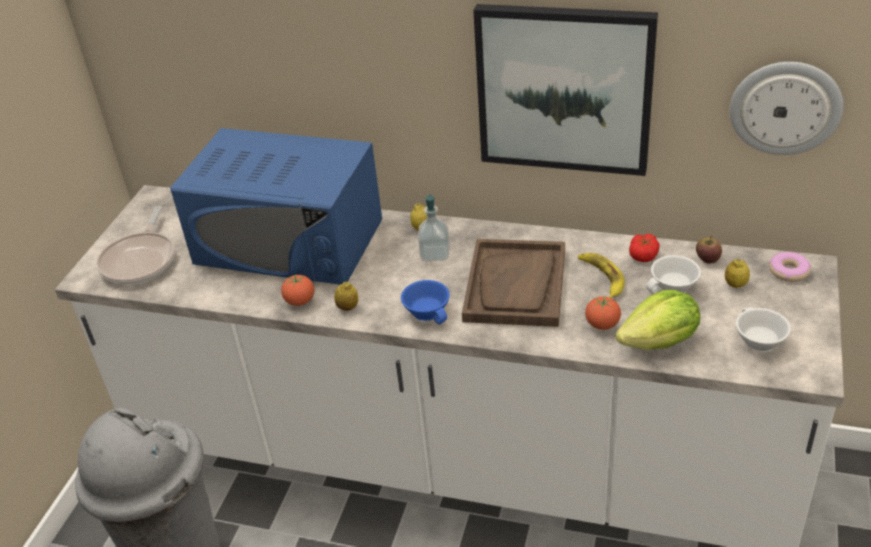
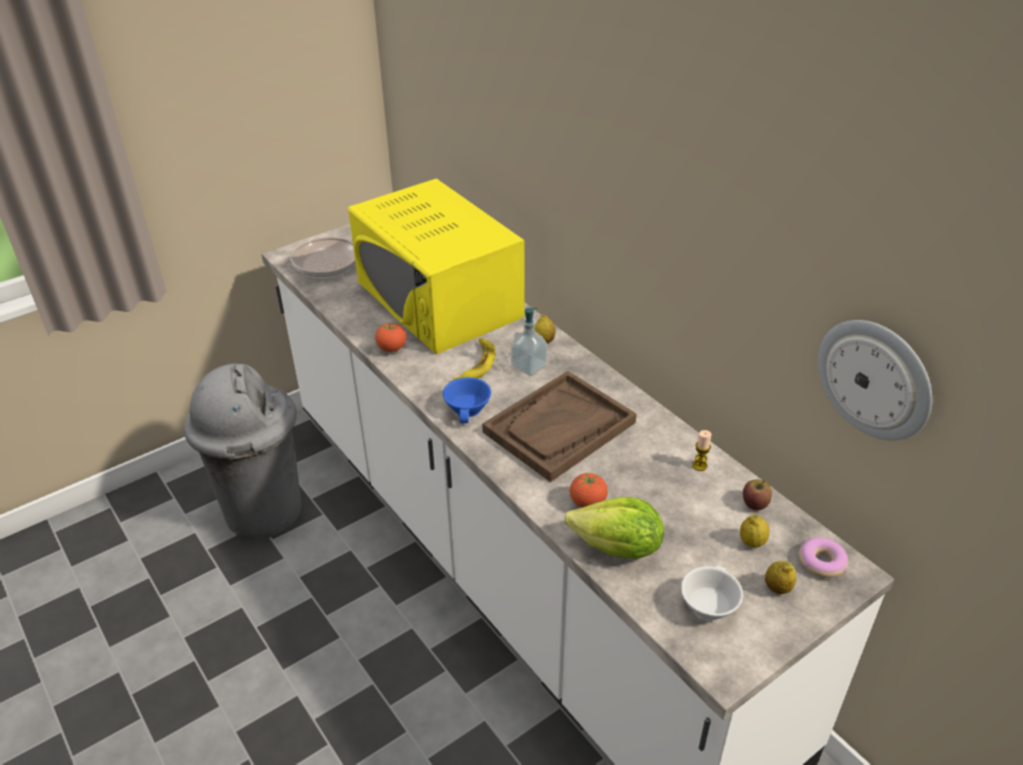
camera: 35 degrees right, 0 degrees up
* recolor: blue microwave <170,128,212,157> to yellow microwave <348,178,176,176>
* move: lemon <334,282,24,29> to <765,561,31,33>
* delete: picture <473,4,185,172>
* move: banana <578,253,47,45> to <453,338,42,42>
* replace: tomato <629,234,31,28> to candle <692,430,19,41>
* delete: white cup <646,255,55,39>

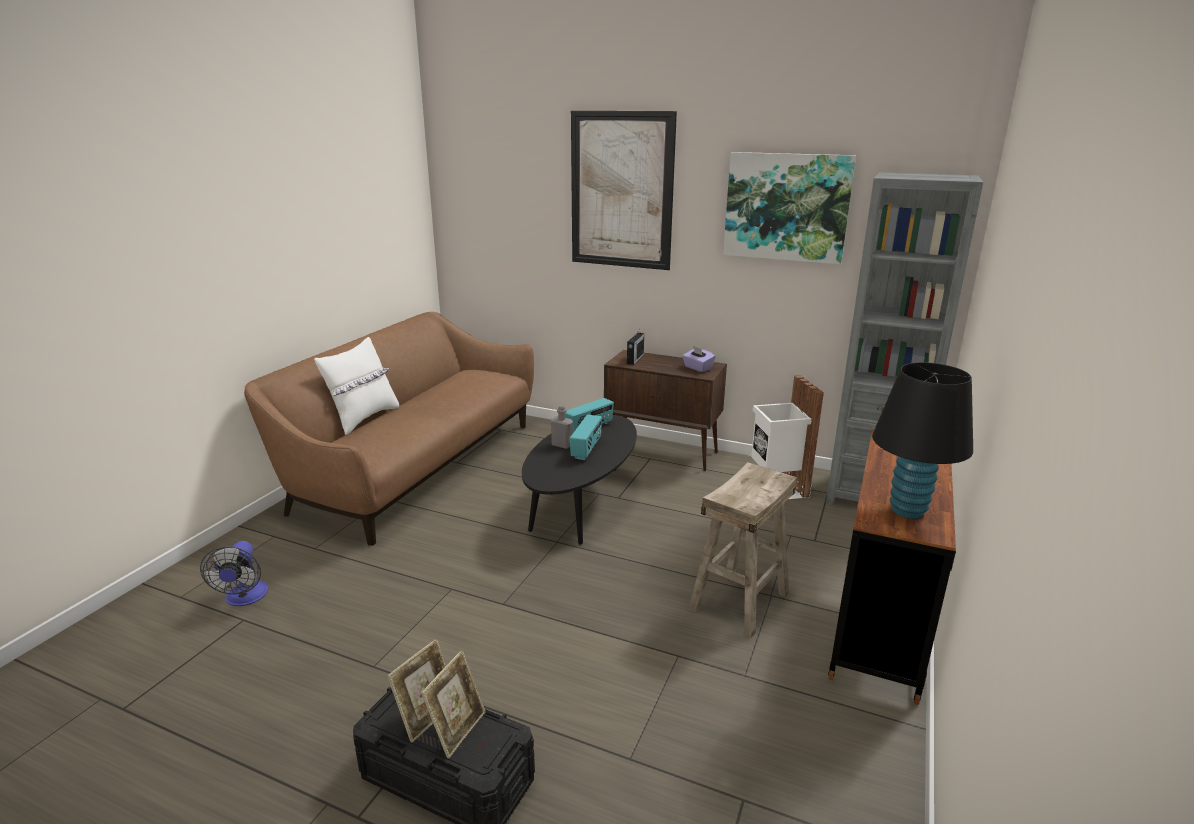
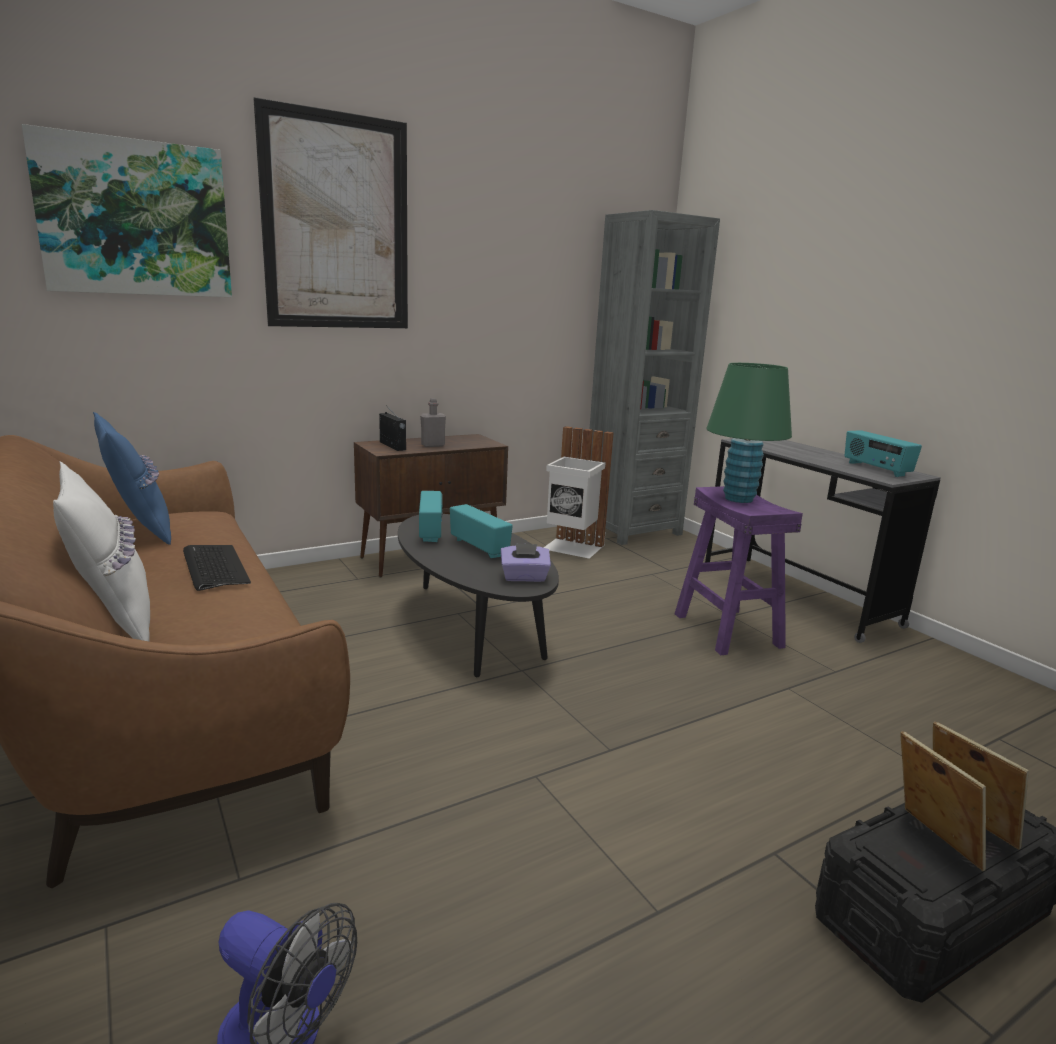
camera: 55 degrees left, 5 degrees down
* move: grey bottle <551,405,22,44> to <420,398,26,49>
* move: purple tissue box <682,346,33,26> to <501,543,50,39>
* recolor: beige stool <689,462,108,176> to purple stool <675,486,128,169>
* move: picture <723,152,133,112> to <21,124,211,173>
* recolor: brown desk <828,429,128,276> to grey desk <705,438,236,205>
* replace: black table lamp <872,362,101,157> to radio <844,430,78,47>
* insert: blue pillow <93,412,78,133>
* insert: keyboard <183,545,68,46>
* insert: green table lamp <706,363,86,140>

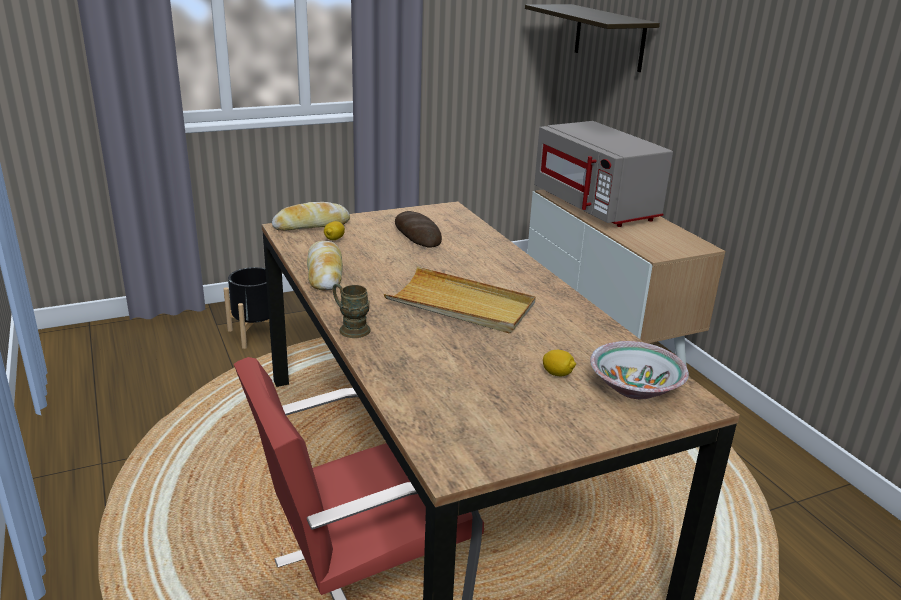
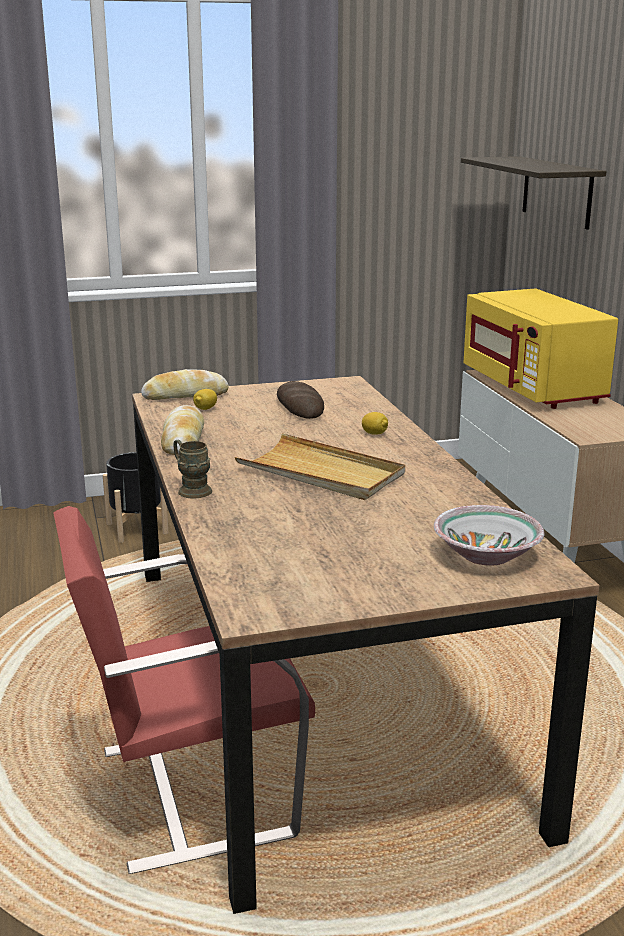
camera: 10 degrees right, 5 degrees down
* recolor: grey microwave <534,121,139,106> to yellow microwave <463,288,155,121>
* move: lemon <543,350,33,26> to <362,412,26,23>

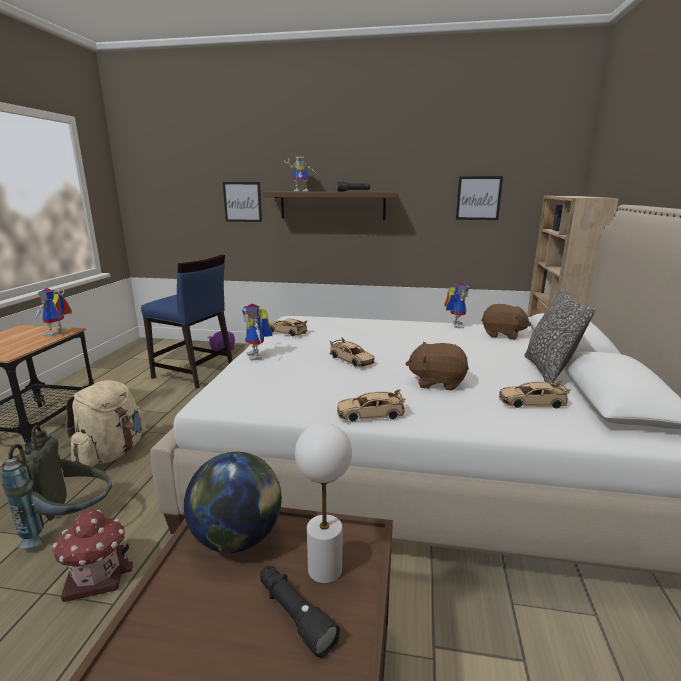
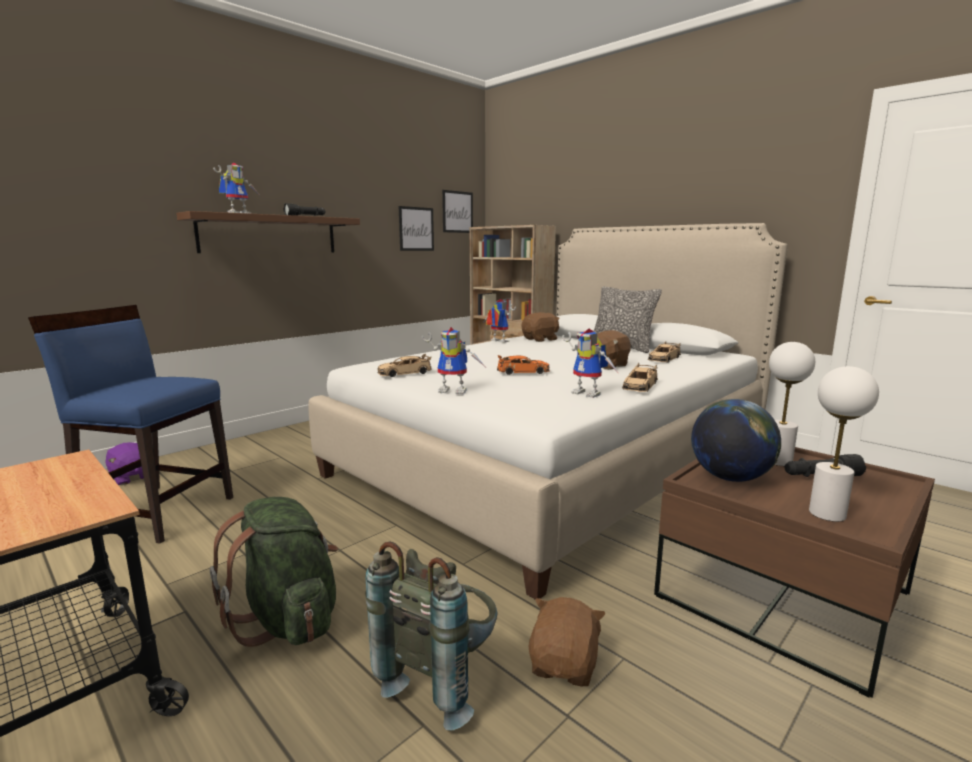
camera: 55 degrees left, 5 degrees down
* move: toy robot <33,288,39,48> to <562,329,57,69>
* replace: toy house <52,509,81,93> to brown plush toy <529,597,77,89>
* recolor: beige backpack <65,380,81,87> to green backpack <210,497,128,150>
* rotate: blue chair <141,255,92,134> = <28,305,205,239> 135 degrees counterclockwise
* move: picture <223,182,39,40> to <442,190,31,43>
* recolor: beige toy car <329,338,46,29> to orange toy car <497,355,53,20>
* insert: white table lamp <809,366,70,156>

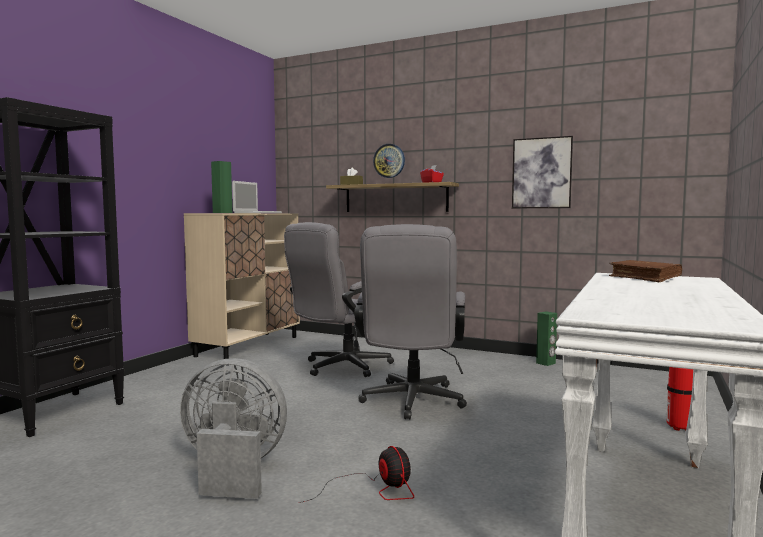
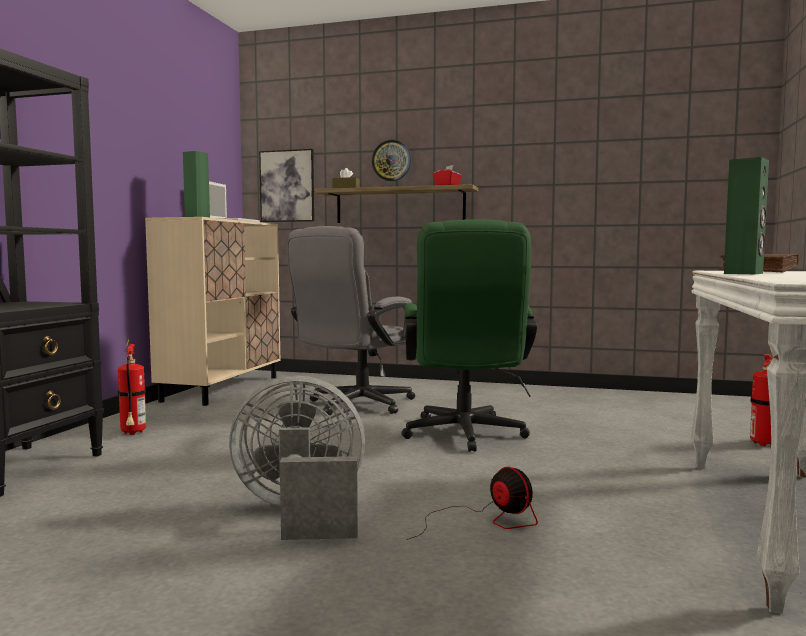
camera: 10 degrees left, 0 degrees up
* recolor: grey office chair <354,224,113,196> to green office chair <401,219,136,233>
* move: picture <512,136,61,72> to <259,149,55,73>
* move: green speaker <536,311,21,55> to <724,157,45,117>
* insert: fire extinguisher <118,339,28,96>

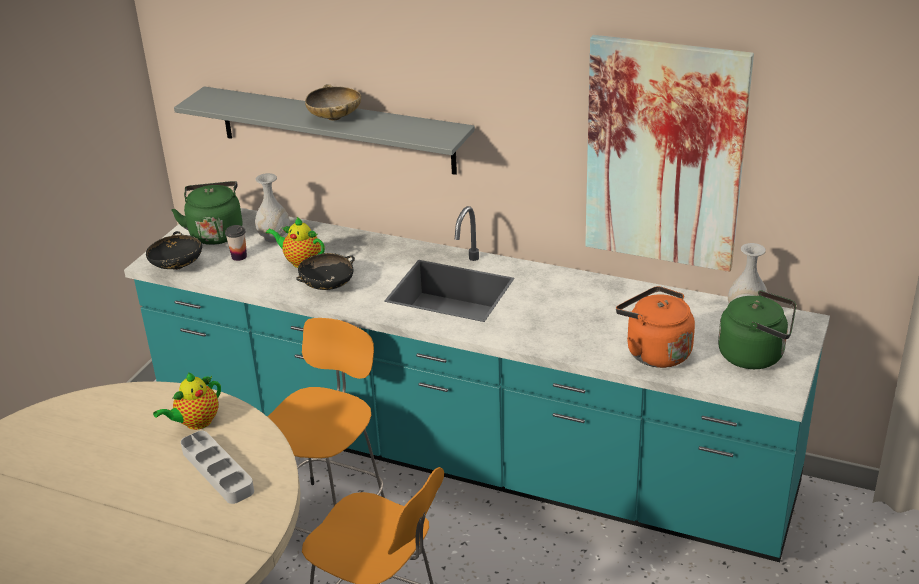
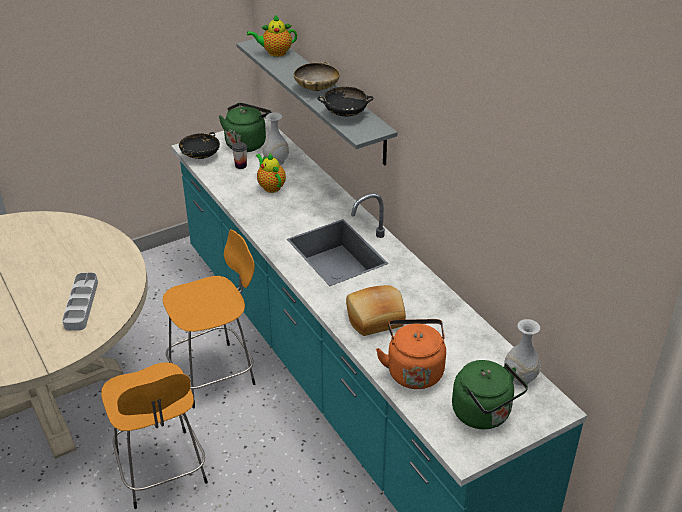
camera: 35 degrees right, 5 degrees up
* move: teapot <153,372,68,58> to <247,15,50,42>
* move: black bowl <296,253,59,37> to <318,87,55,30>
* delete: picture <585,35,169,237>
* insert: bread <346,285,60,51>

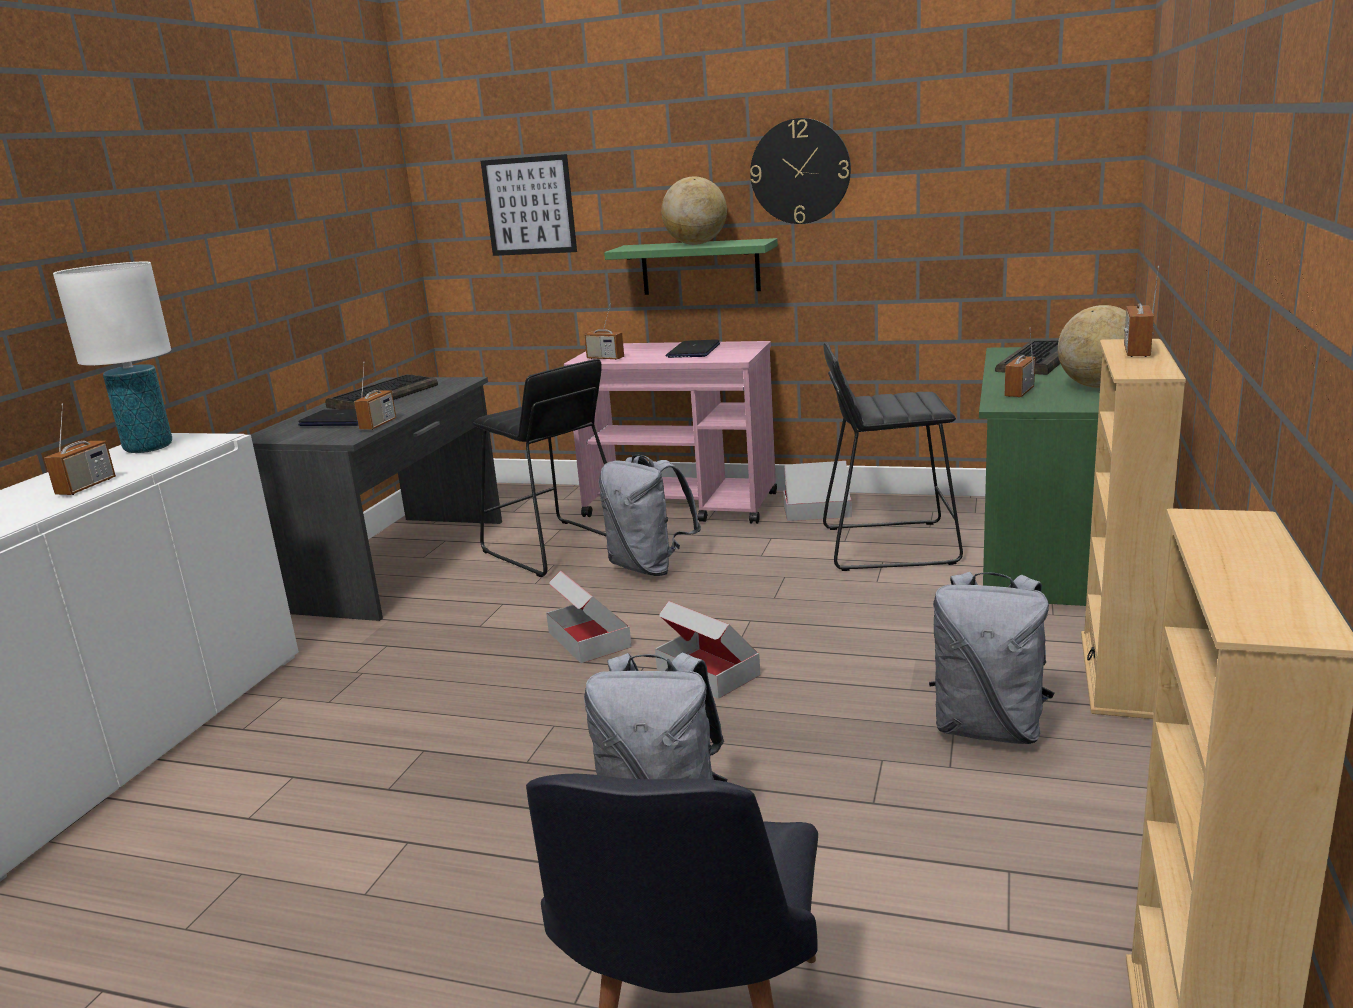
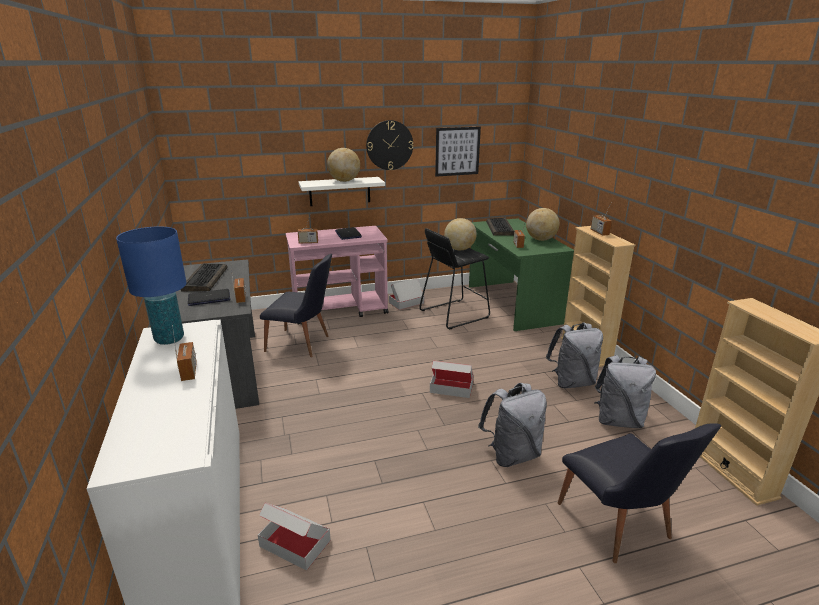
camera: 35 degrees left, 5 degrees up
* recolor: white table lamp <53,262,119,191> to blue table lamp <116,226,70,119>
* replace: black stool <473,359,134,218> to black chair <260,254,72,103>
* move: picture <481,154,96,102> to <435,127,46,50>
* move: cardboard box <546,571,86,92> to <258,502,73,68>
* move: grey backpack <599,455,102,121> to <594,355,62,73>
* recolor: green shelf <604,238,174,57> to white shelf <299,177,86,29>
* insert: globe <444,218,33,32>

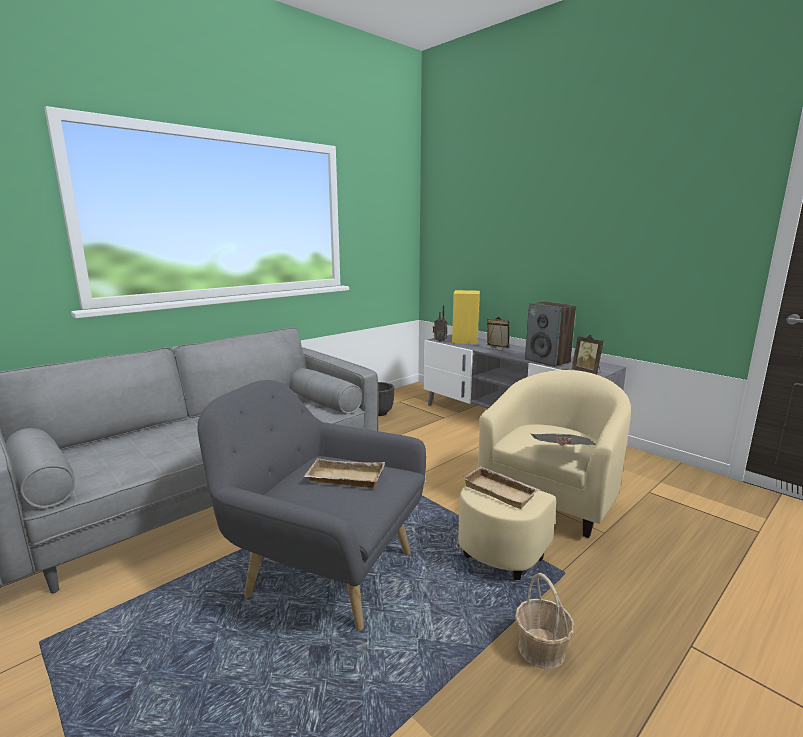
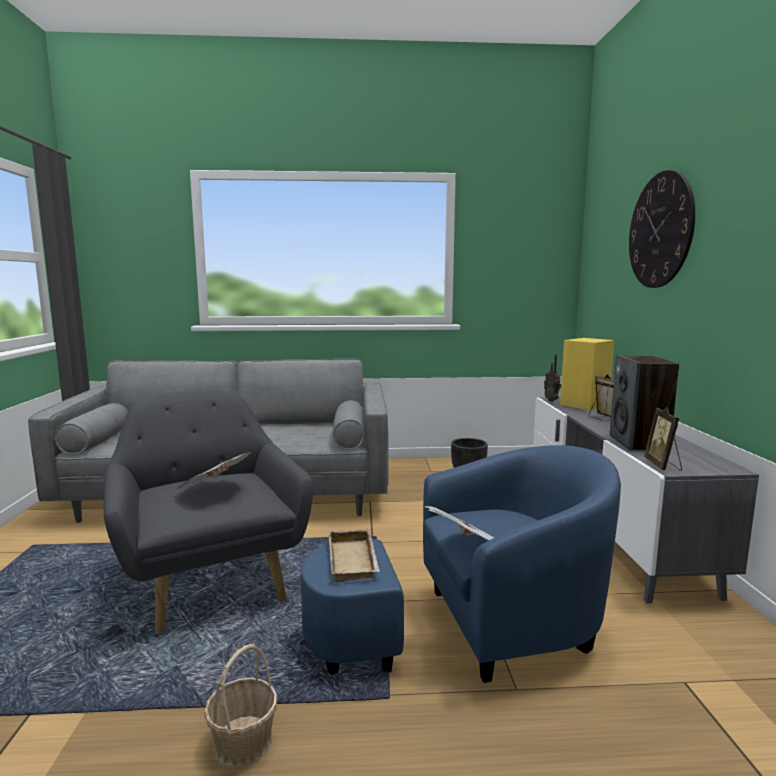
camera: 40 degrees right, 5 degrees down
* replace: beige tray <304,458,81,30> to newspaper <174,452,78,39>
* recolor: beige armchair <458,370,173,210> to blue armchair <301,445,320,238>
* insert: wall clock <629,170,66,118>

